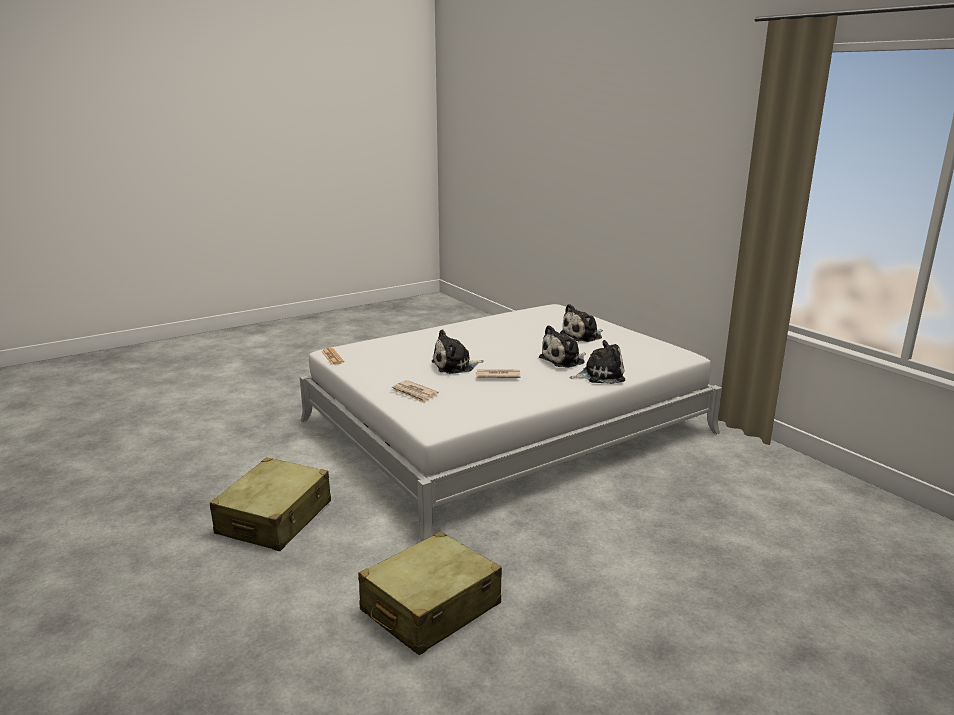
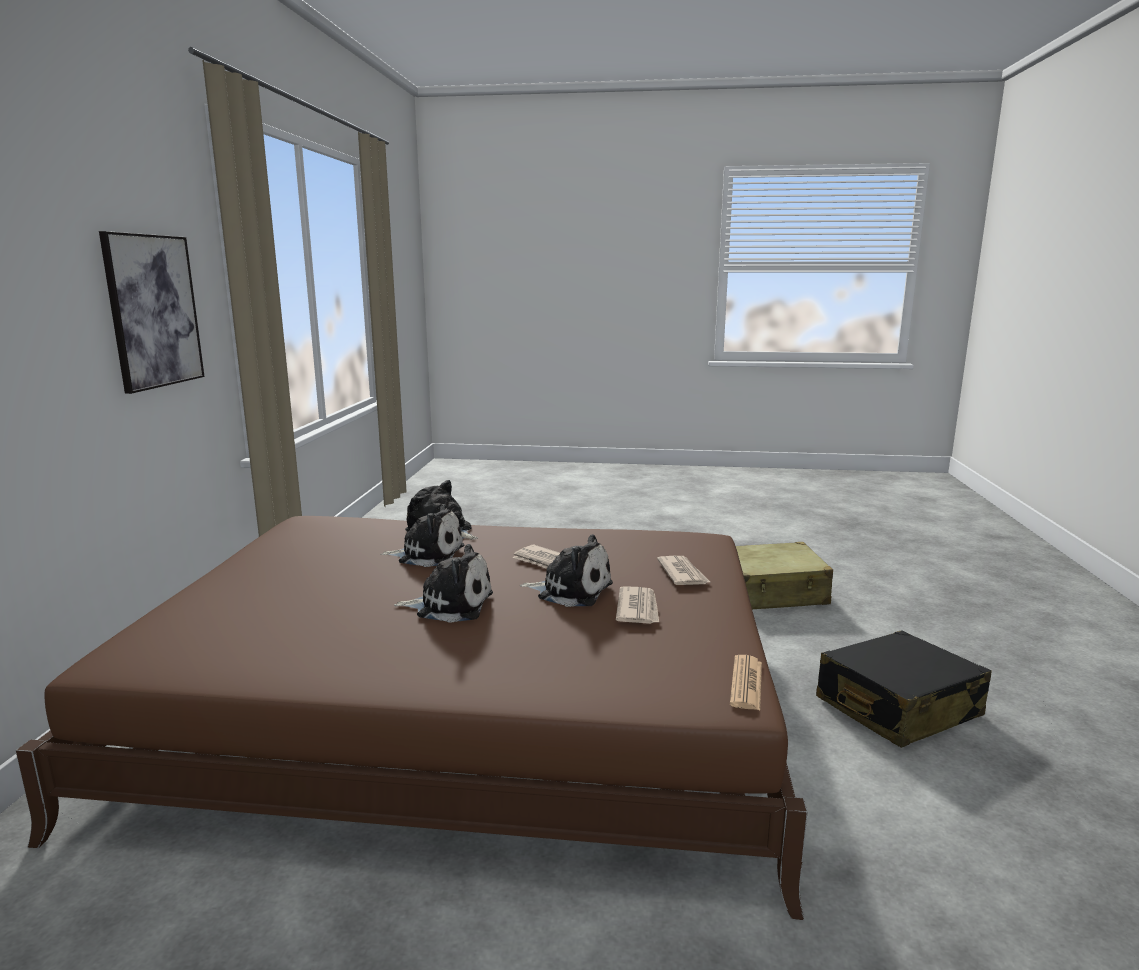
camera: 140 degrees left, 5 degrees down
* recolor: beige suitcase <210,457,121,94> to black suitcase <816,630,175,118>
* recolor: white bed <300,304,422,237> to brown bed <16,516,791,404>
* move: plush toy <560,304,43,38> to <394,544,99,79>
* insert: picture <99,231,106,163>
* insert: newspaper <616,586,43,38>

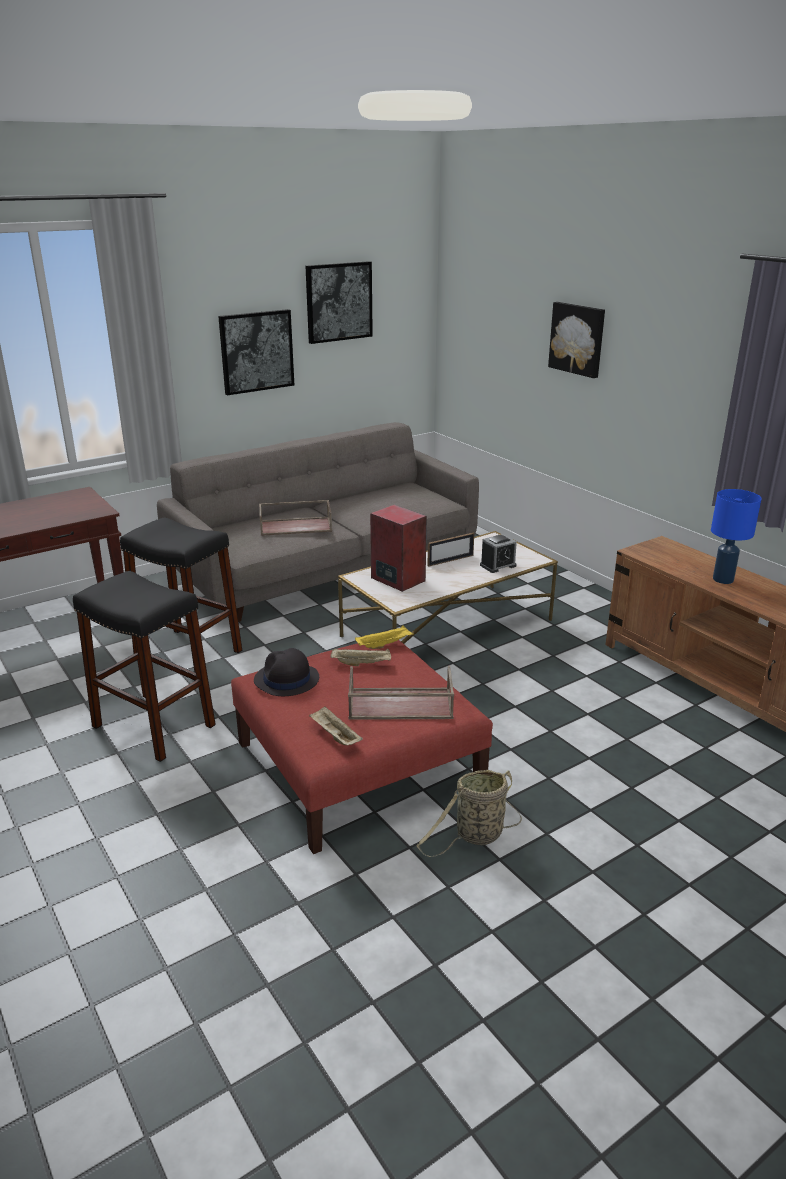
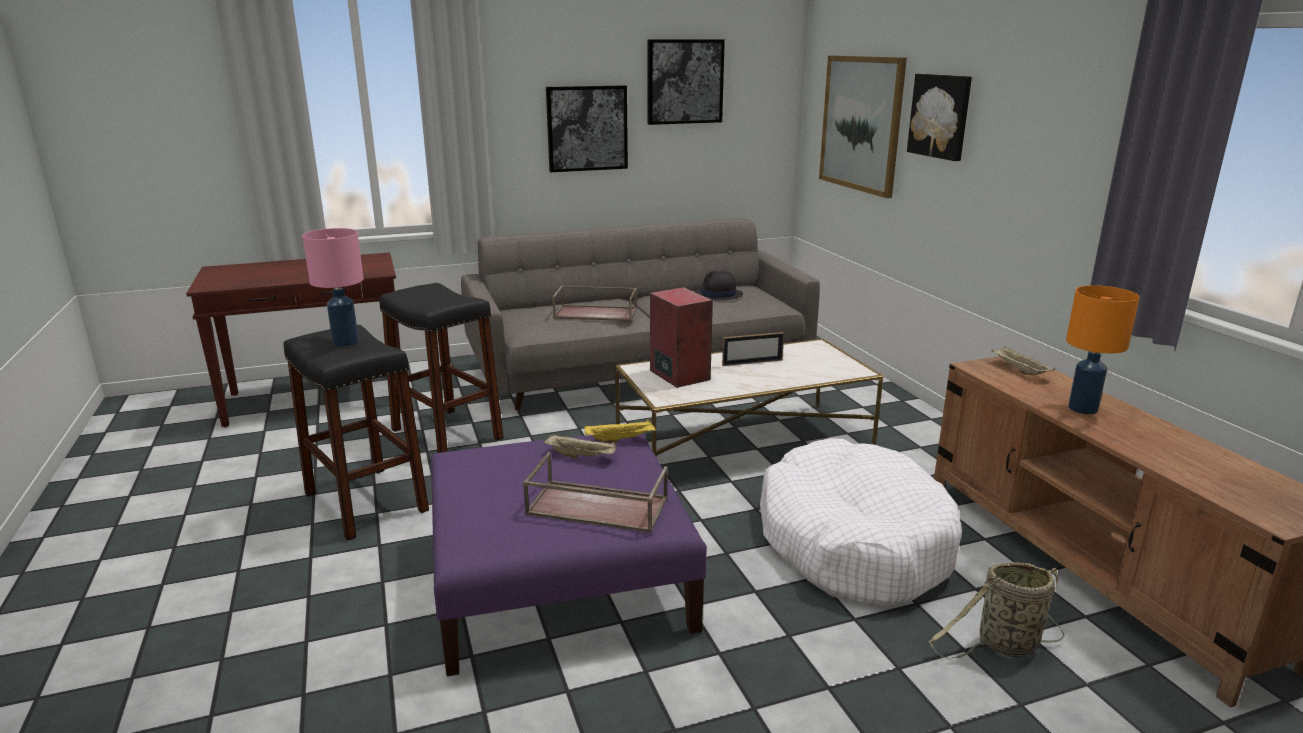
camera: 15 degrees right, 5 degrees down
* recolor: red ottoman <231,640,262,214> to purple ottoman <431,433,276,243>
* move: black hat <254,648,65,48> to <695,271,48,29>
* move: beige tray <309,706,54,40> to <991,347,64,28>
* move: basket <417,770,105,87> to <929,562,136,97>
* delete: alarm clock <480,534,37,39>
* recolor: blue table lamp <711,489,51,95> to orange table lamp <1066,285,74,129>
* insert: pink table lamp <303,228,61,118>
* insert: white dog bed <760,438,202,168>
* insert: picture <819,56,88,142>

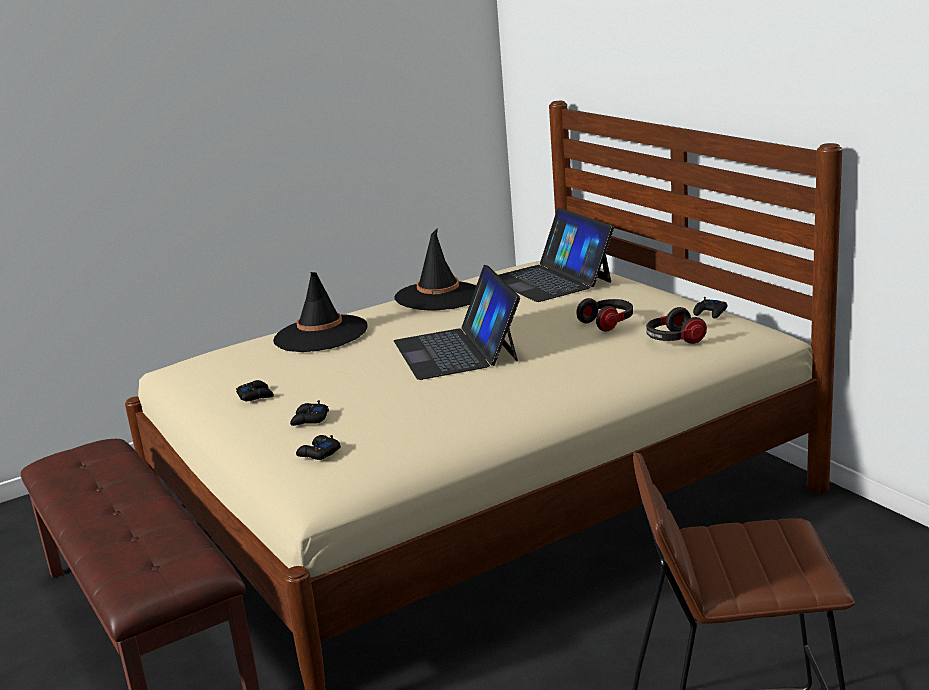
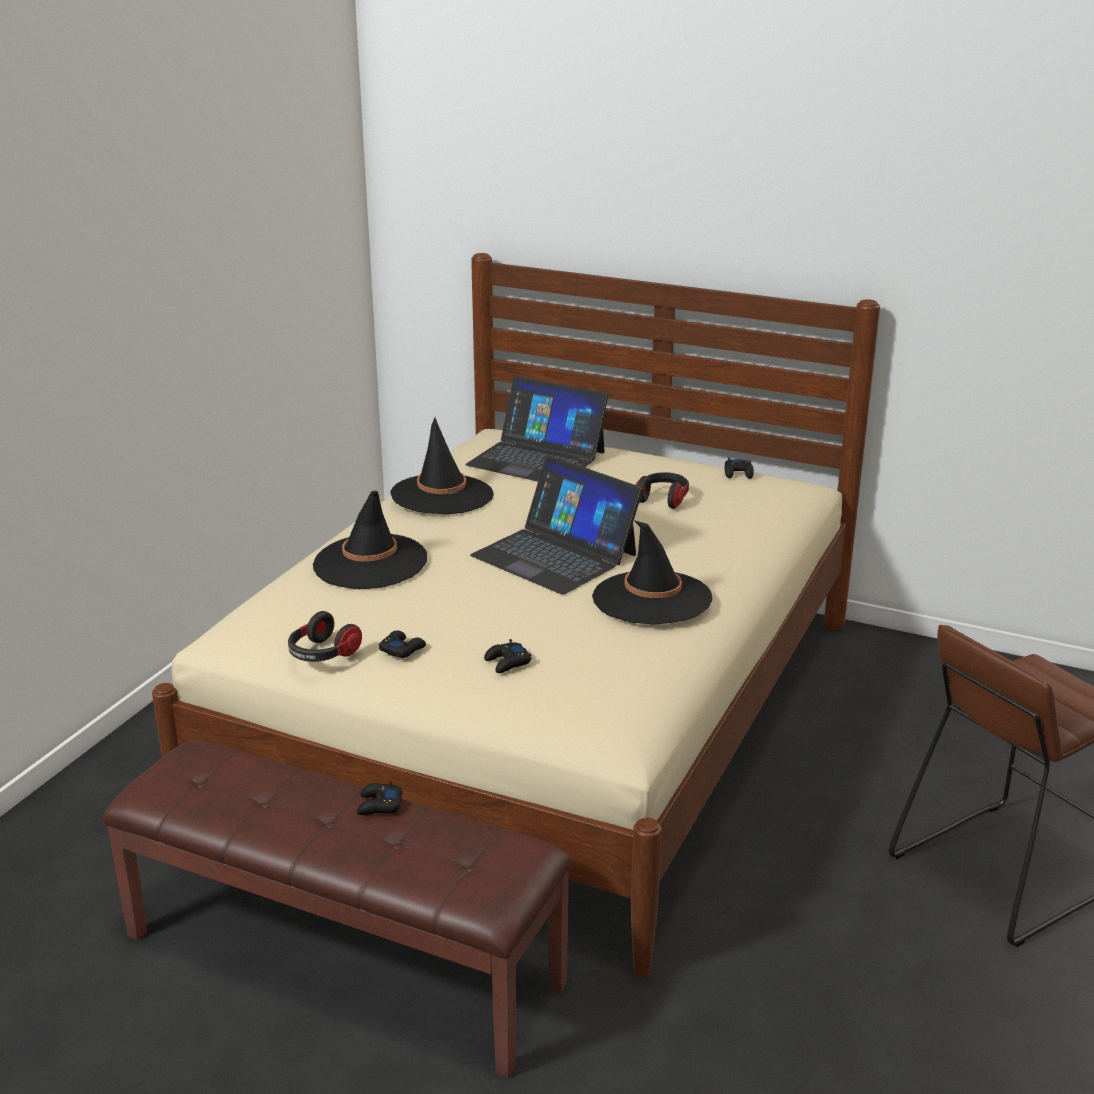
camera: 35 degrees left, 5 degrees up
* move: black game controller <296,435,45,25> to <357,781,45,34>
* move: headphones <646,307,61,37> to <288,611,74,51>
* insert: black hat <592,520,120,105>

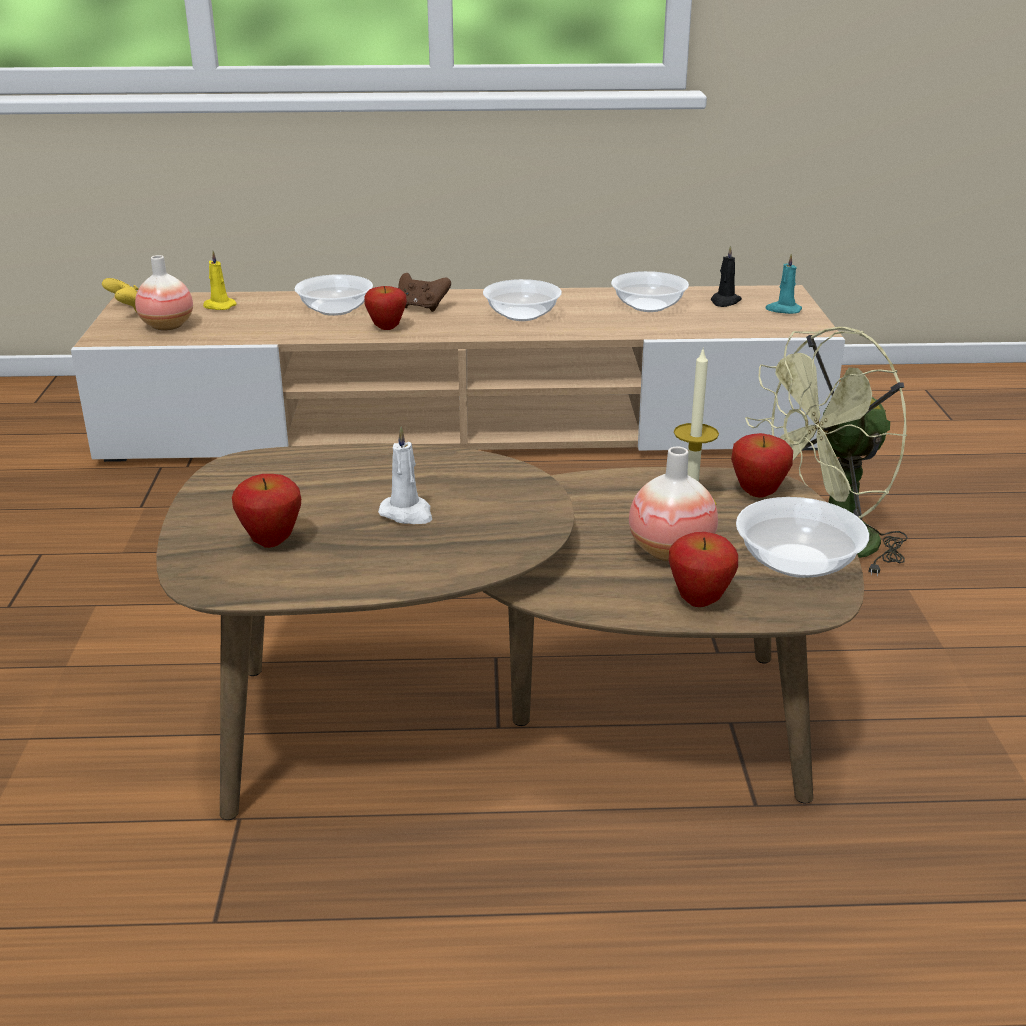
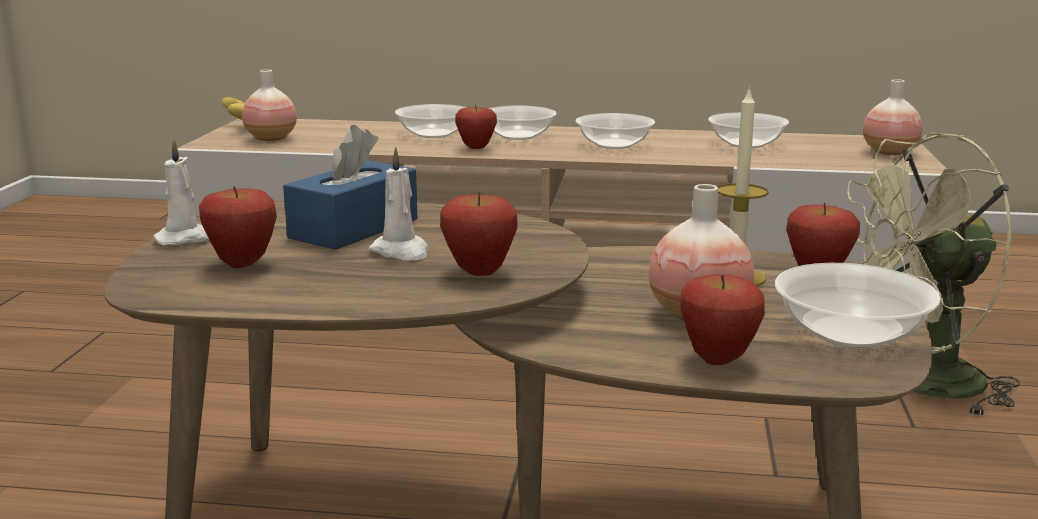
camera: 10 degrees right, 10 degrees down
* delete: yellow candle <203,251,34,59>
* replace: brown game controller <398,273,53,39> to bowl <488,105,69,35>
* delete: black candle <711,245,31,62>
* replace: turquoise candle <765,254,37,60> to vase <863,79,60,76>
* insert: white candle <153,139,56,107>
* insert: blue tissue box <283,125,135,125>
* insert: apple <440,192,78,84>

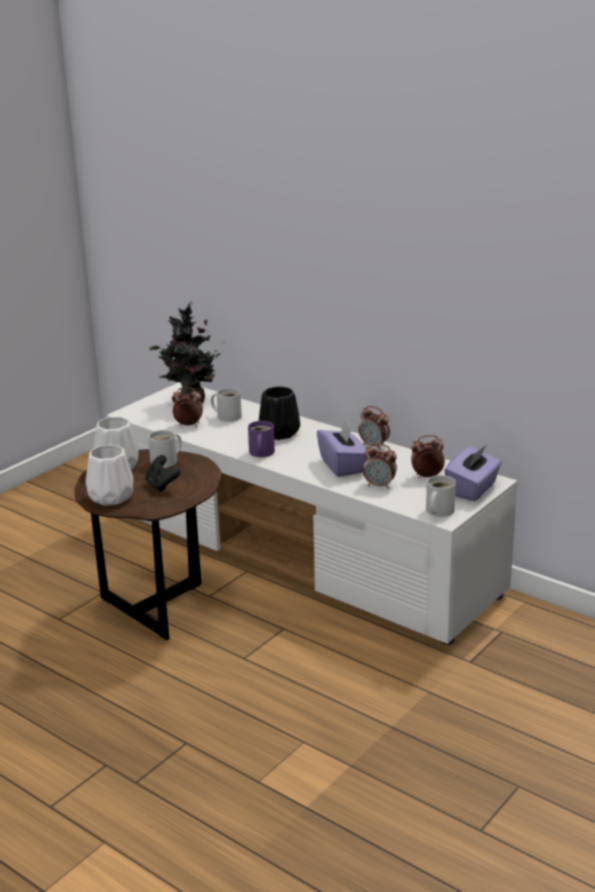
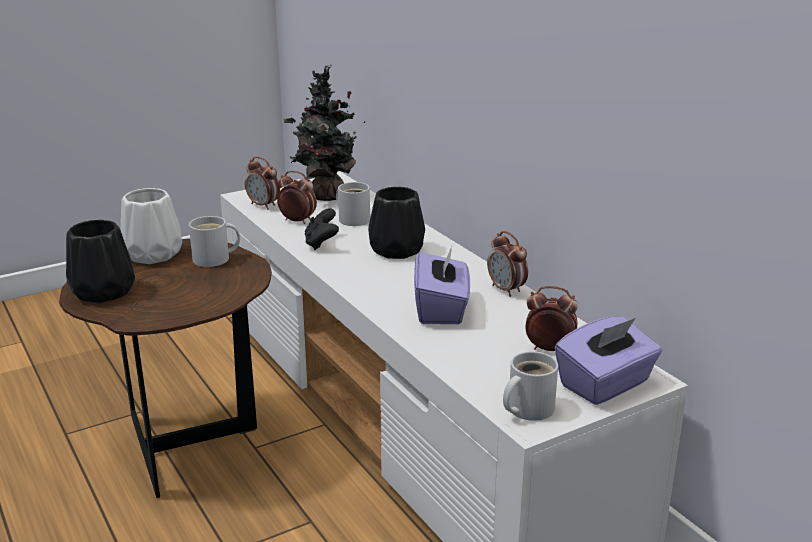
camera: 20 degrees right, 0 degrees up
* recolor: white vase <86,445,48,61> to black vase <66,220,69,83>
* move: black game controller <145,455,35,37> to <305,208,34,42>
* delete: purple mug <248,421,27,36>
* move: alarm clock <363,444,34,45> to <245,157,35,53>

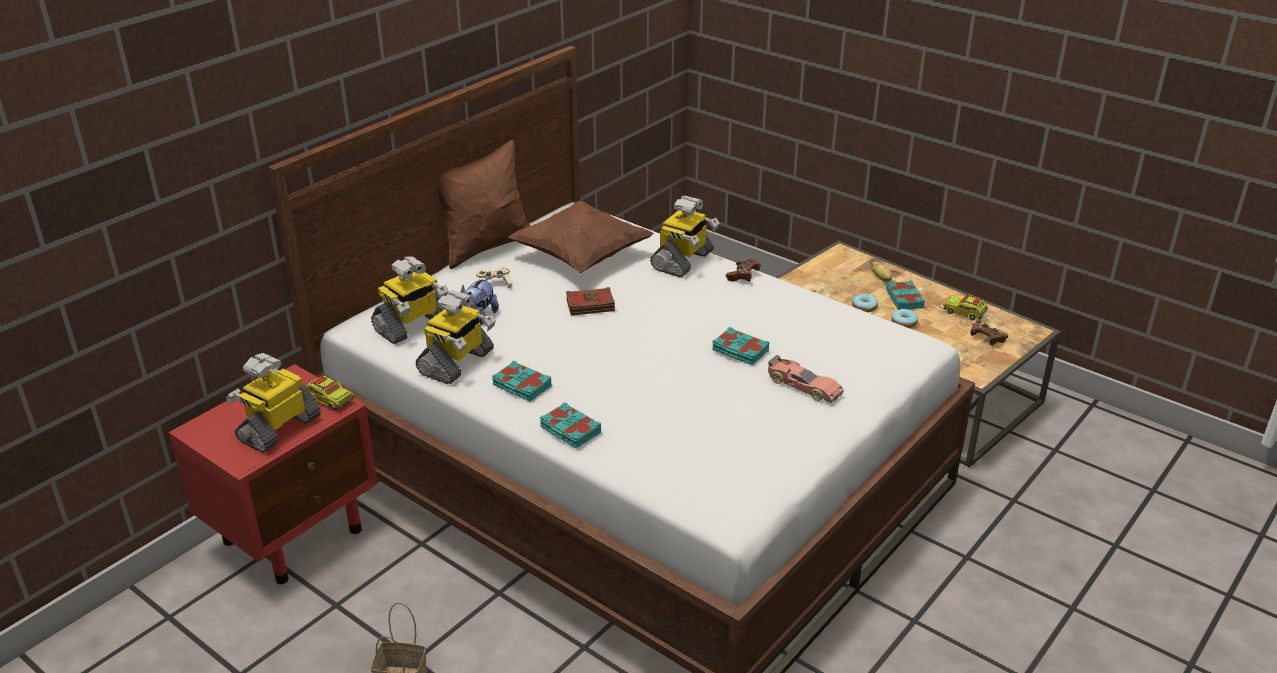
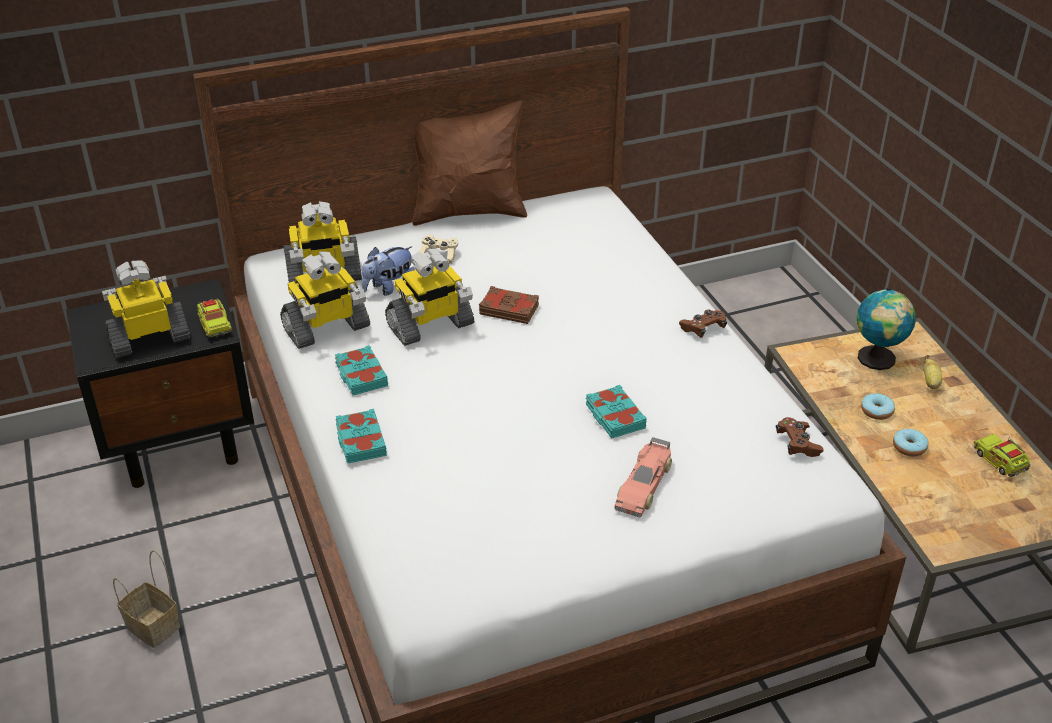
camera: 30 degrees right, 5 degrees up
* recolor: red nightstand <168,364,210,220> to black nightstand <66,279,188,209>
* delete: brown pillow <508,201,146,72>
* move: toy robot <650,196,70,81> to <385,249,89,97>
* rotate: toy car <768,355,76,48> = <615,437,57,80> 45 degrees clockwise
* delete: turquoise book <886,280,39,30>
* move: brown game controller <970,323,38,22> to <776,417,48,40>
* insert: globe <857,287,59,83>

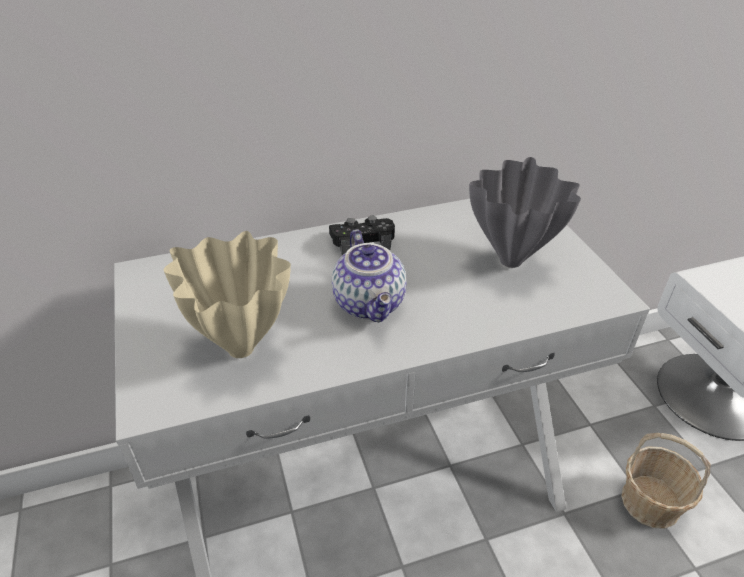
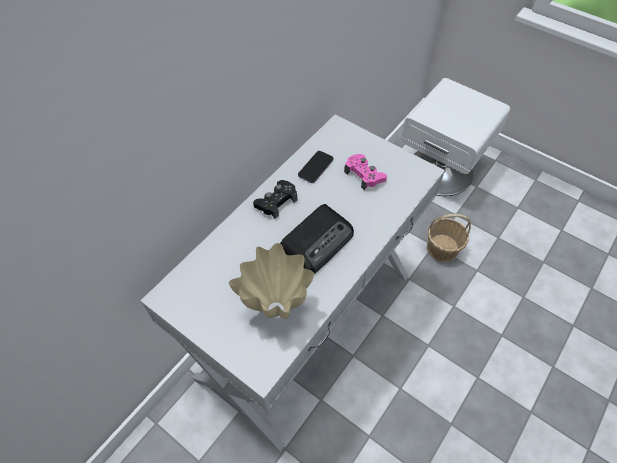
camera: 35 degrees left, 15 degrees up
* replace: teapot <332,230,75,92> to radio <280,204,74,70>
* replace: grey vase <469,157,112,111> to pink game controller <344,154,43,36>
* insert: phone <298,151,35,32>

